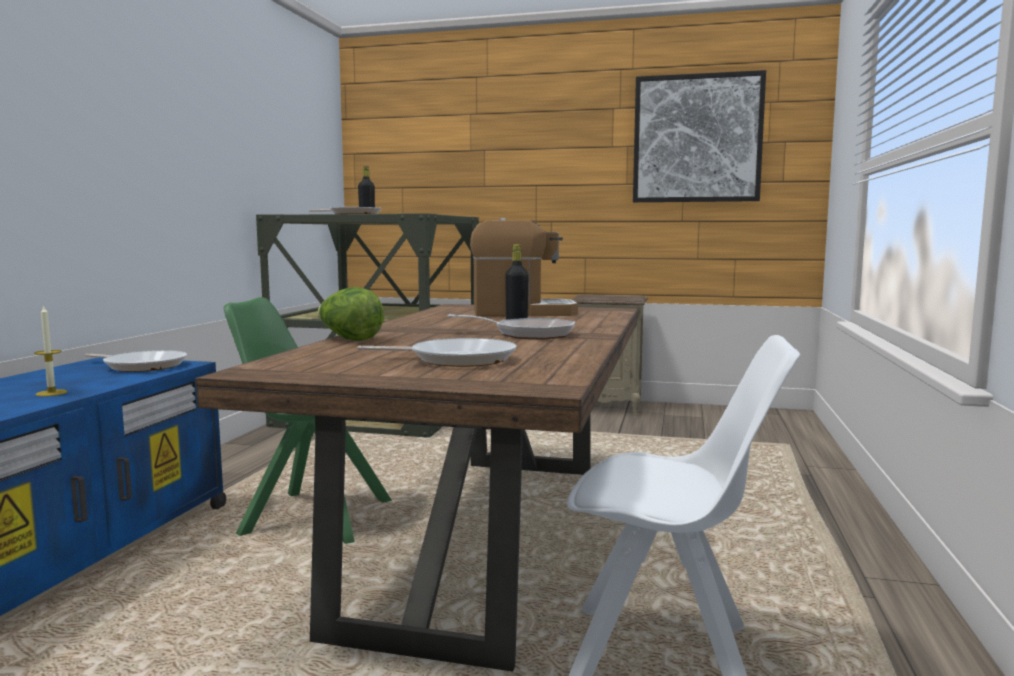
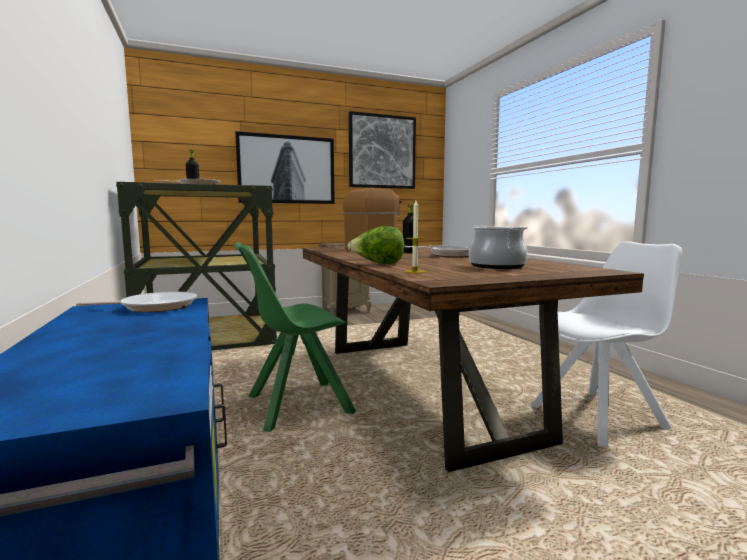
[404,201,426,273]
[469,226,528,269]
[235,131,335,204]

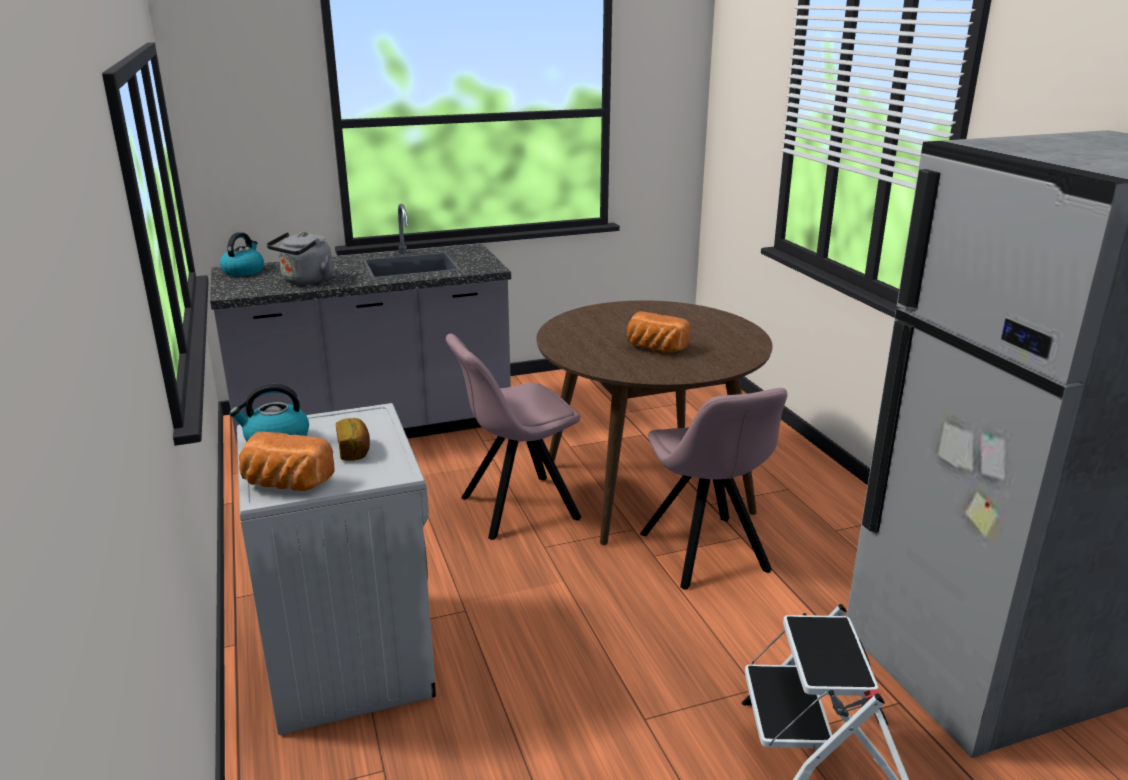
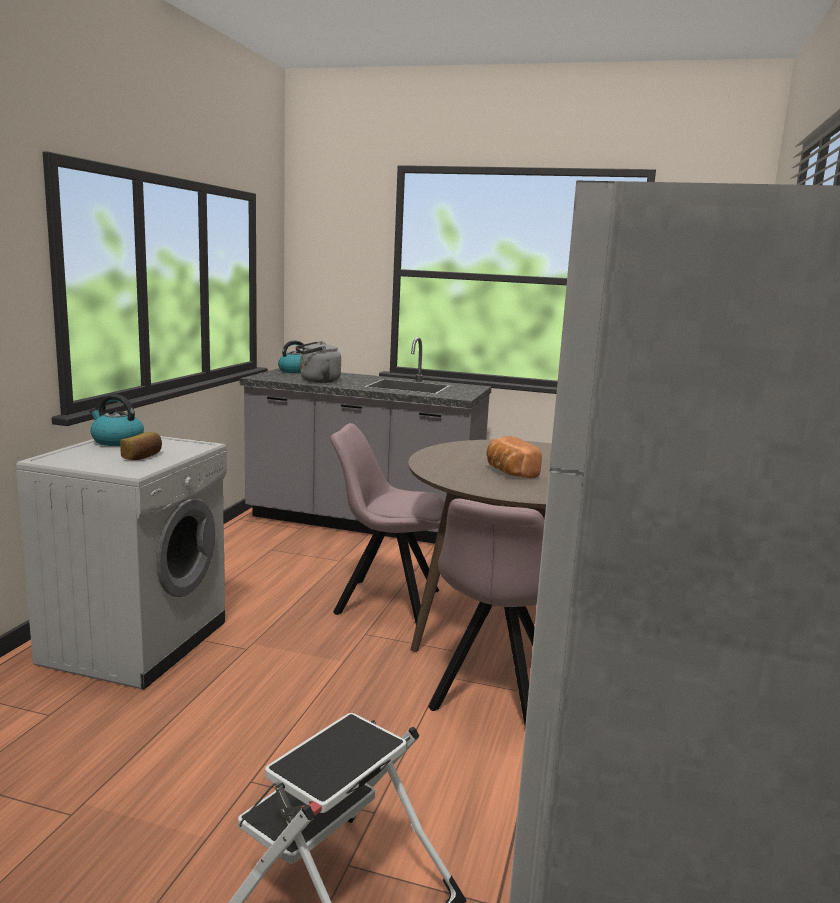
[239,432,334,491] (first image)

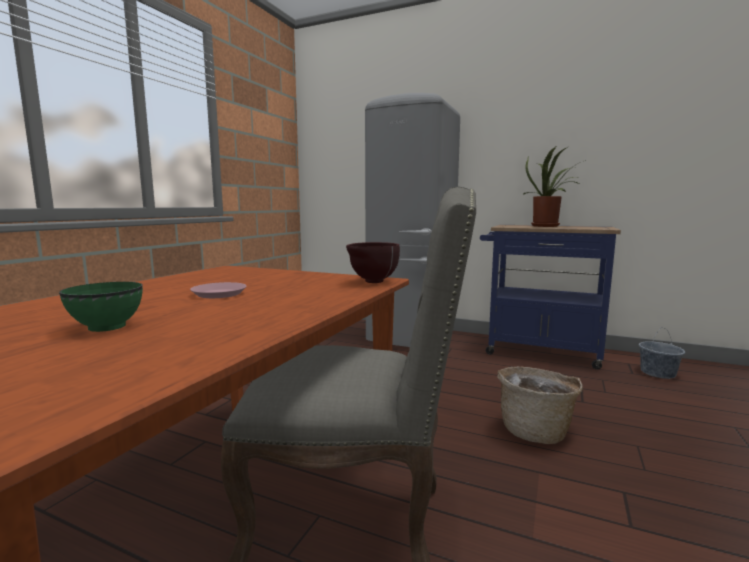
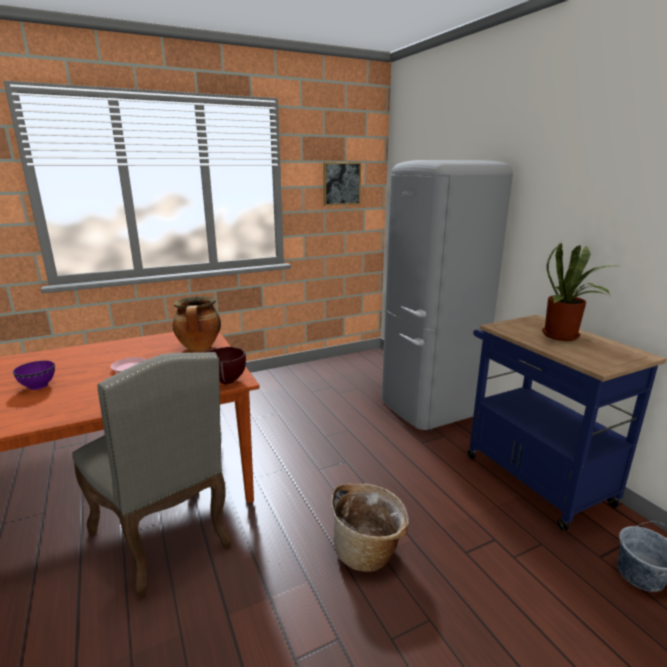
[13,361,55,390]
[323,162,361,206]
[172,296,221,351]

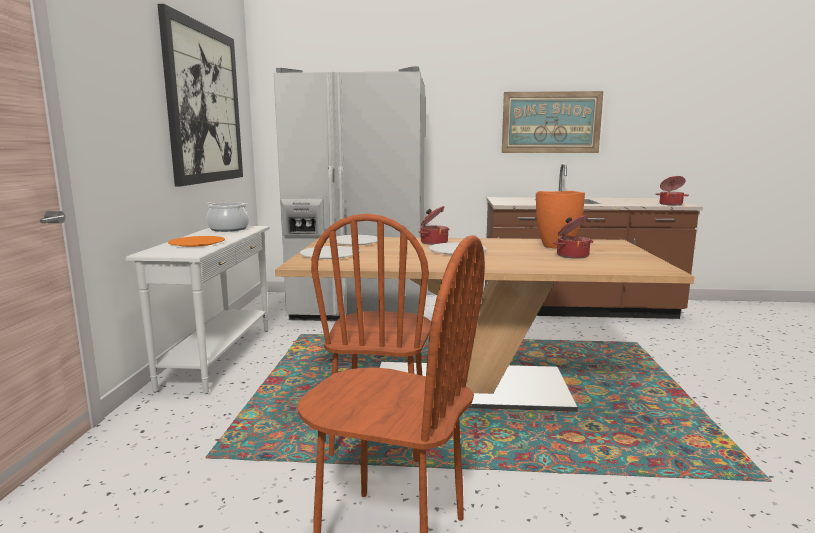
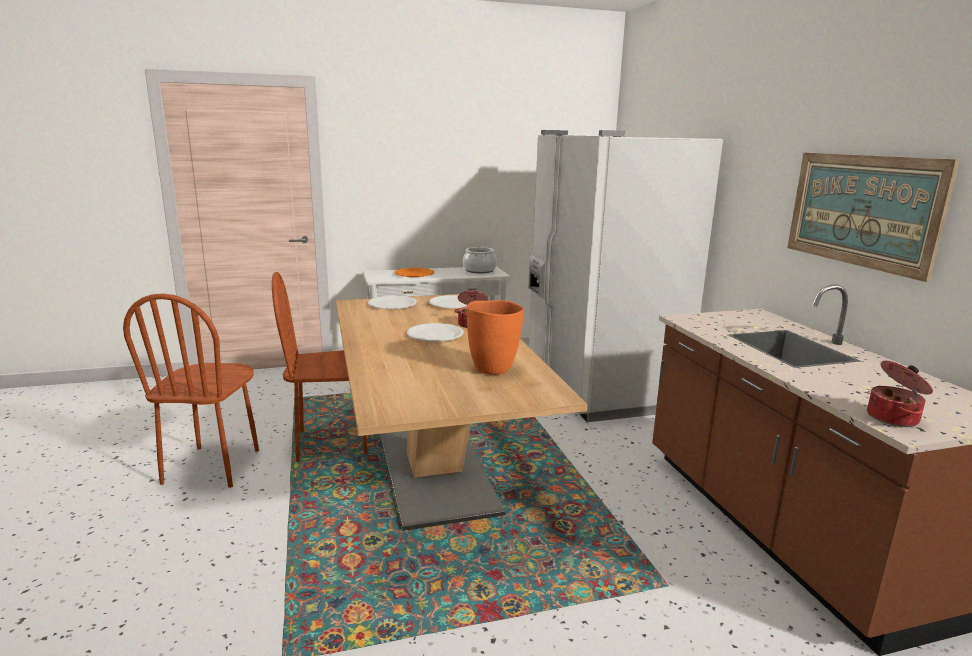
[158,4,243,186] (first image)
[553,215,594,259] (first image)

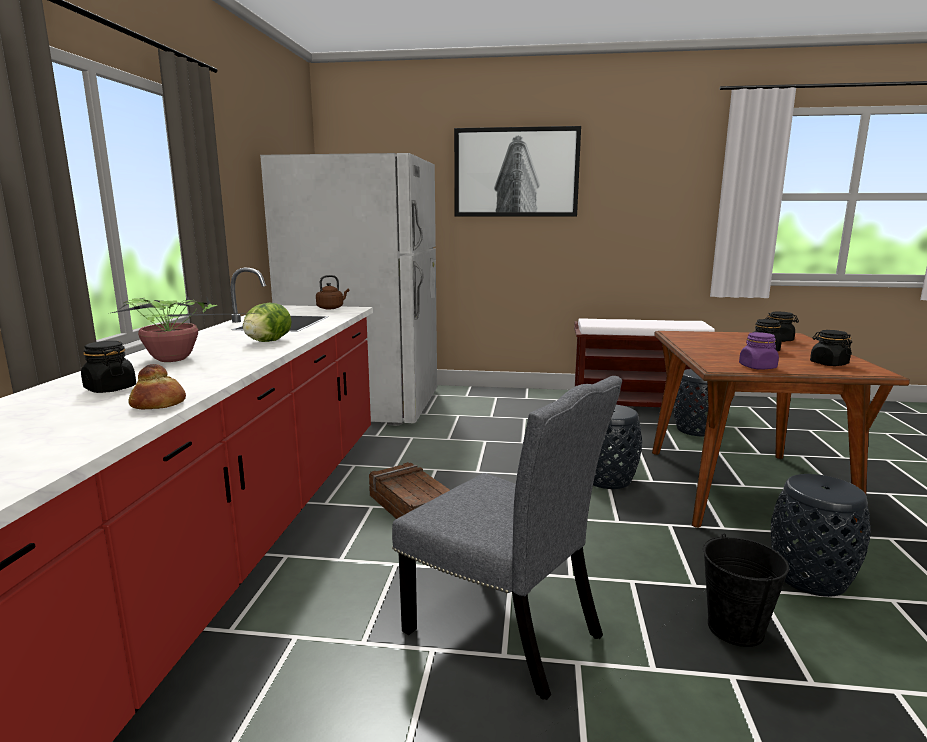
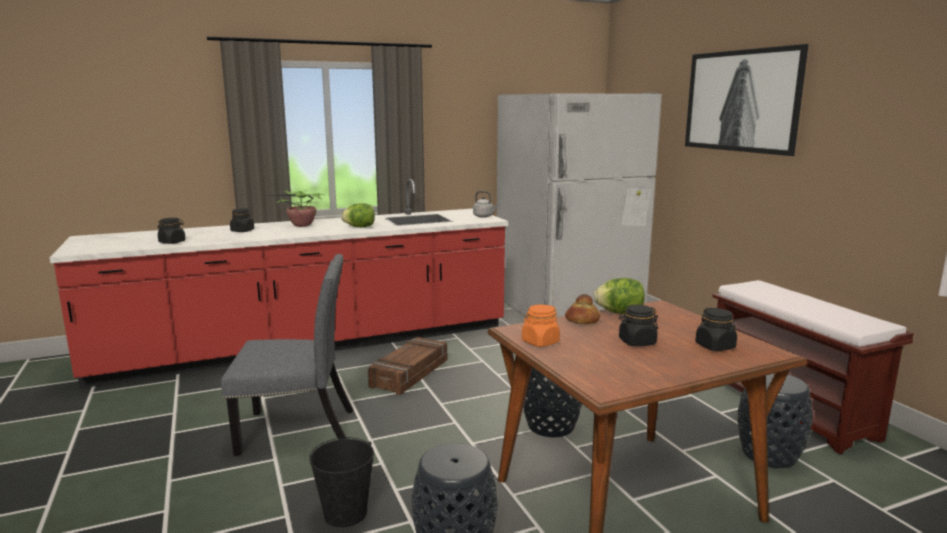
[473,191,499,218]
[157,218,186,244]
[522,305,560,347]
[565,294,600,324]
[221,254,353,456]
[594,278,645,314]

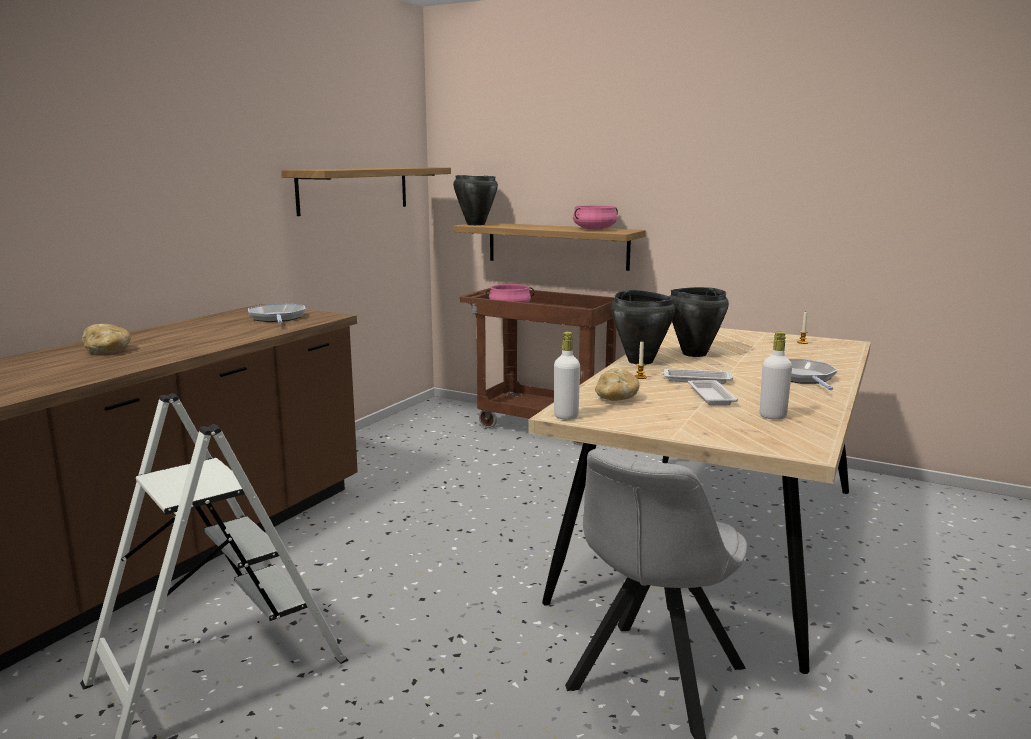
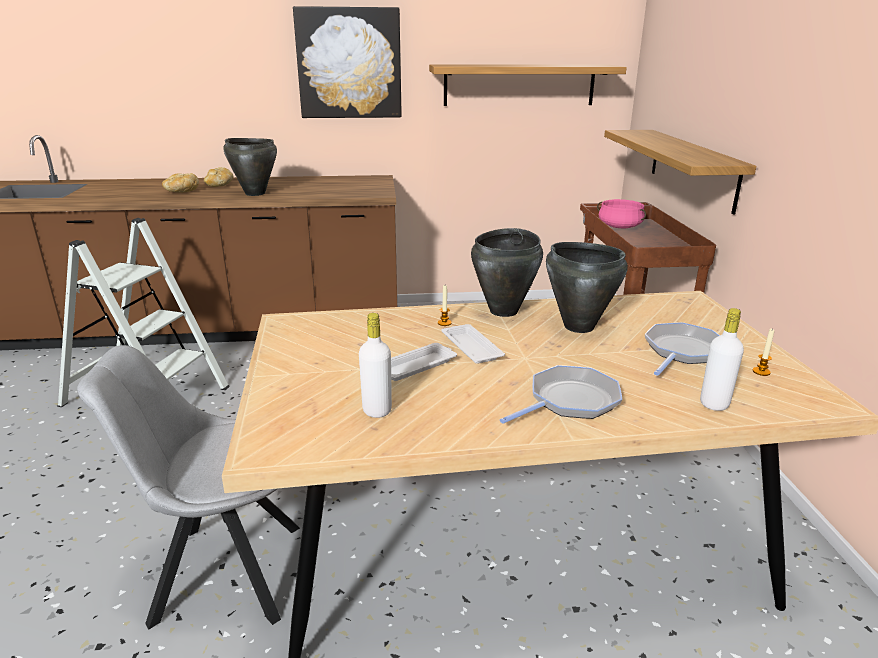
[223,138,277,196]
[573,205,618,230] (first image)
[645,322,720,376]
[700,308,744,411]
[162,173,199,193]
[293,6,402,118]

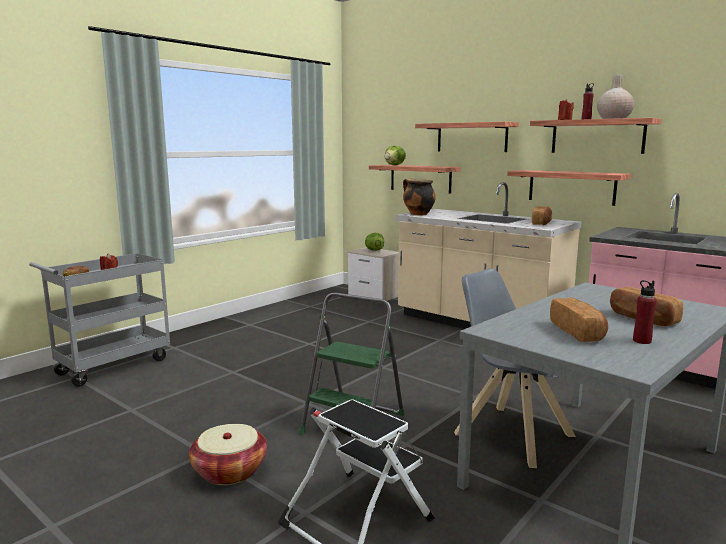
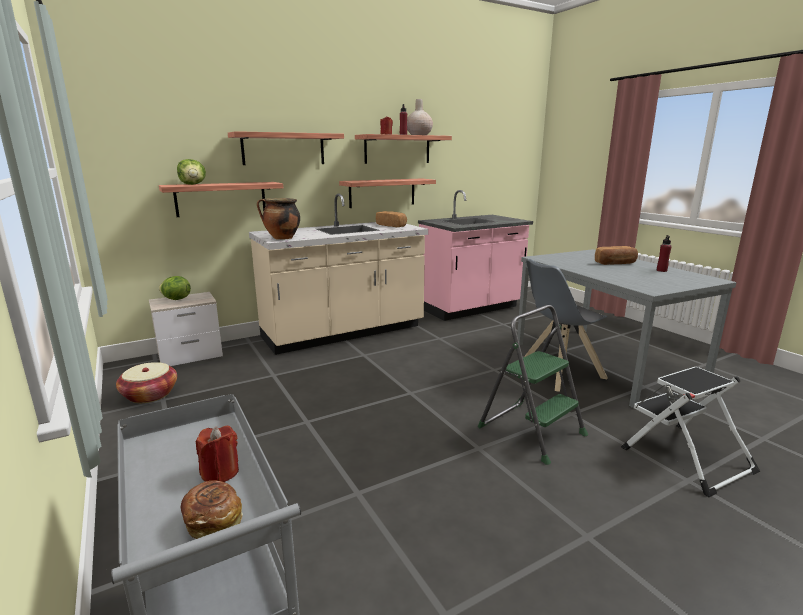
[550,297,608,342] (first image)
[116,362,177,403]

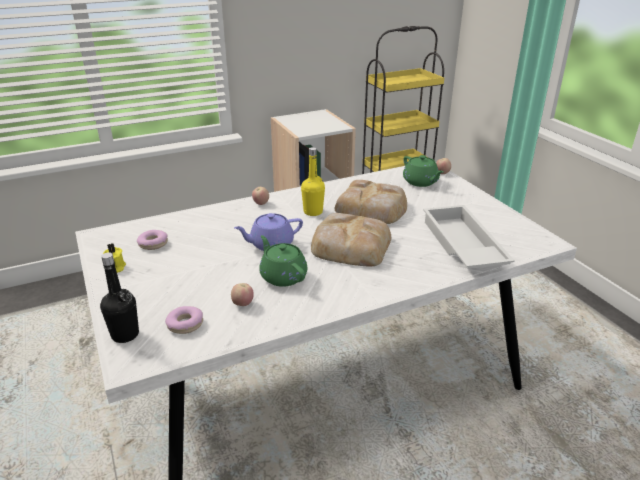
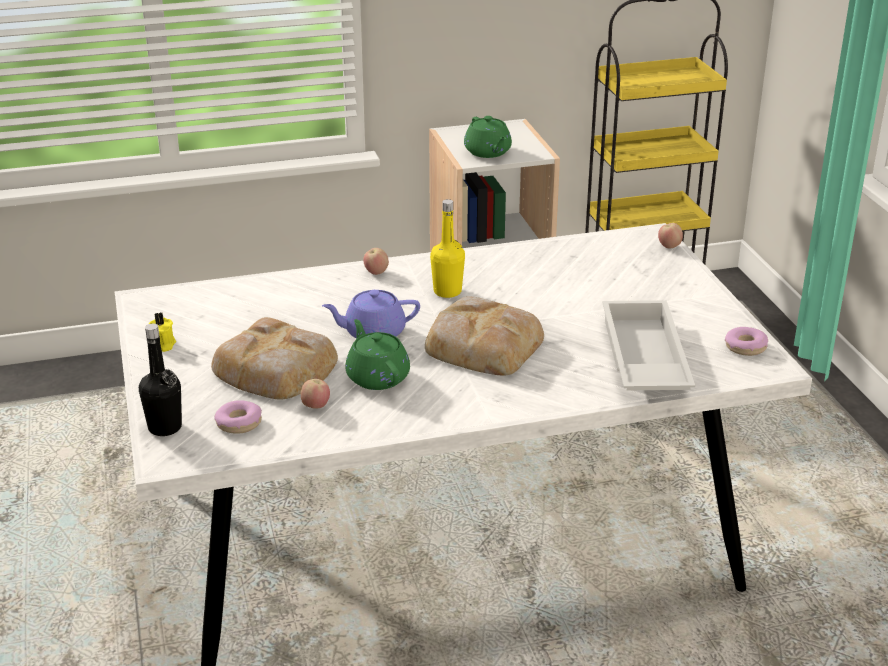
[464,116,512,158]
[211,317,338,400]
[725,327,768,356]

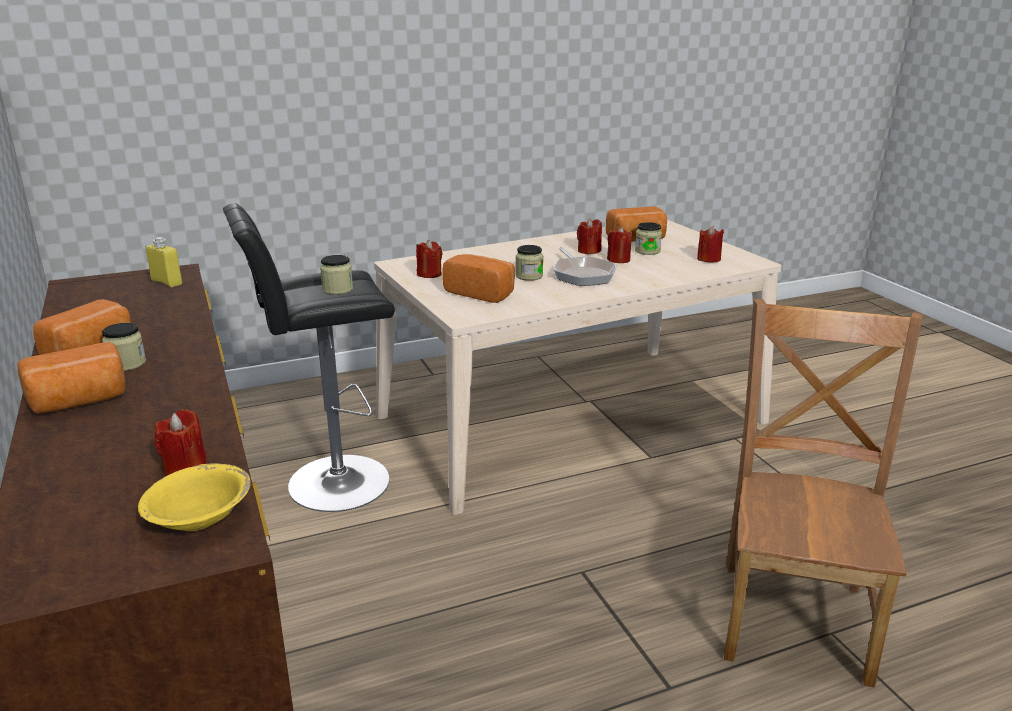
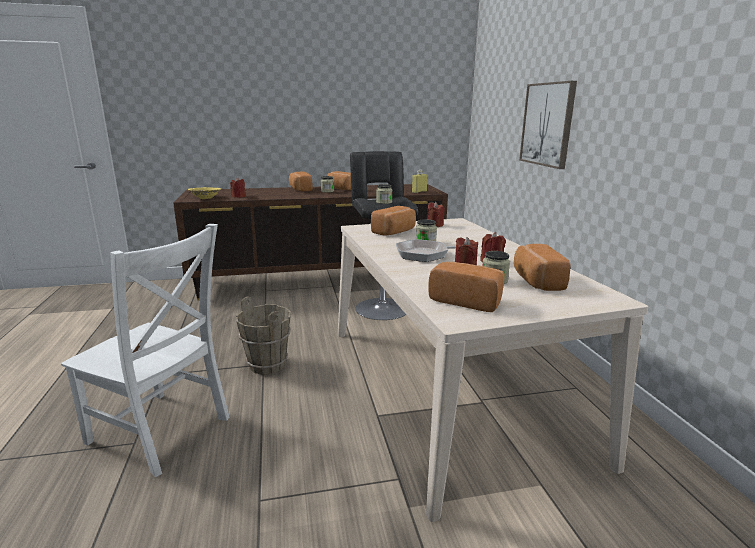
[428,262,505,312]
[61,224,229,477]
[519,81,577,169]
[236,296,291,375]

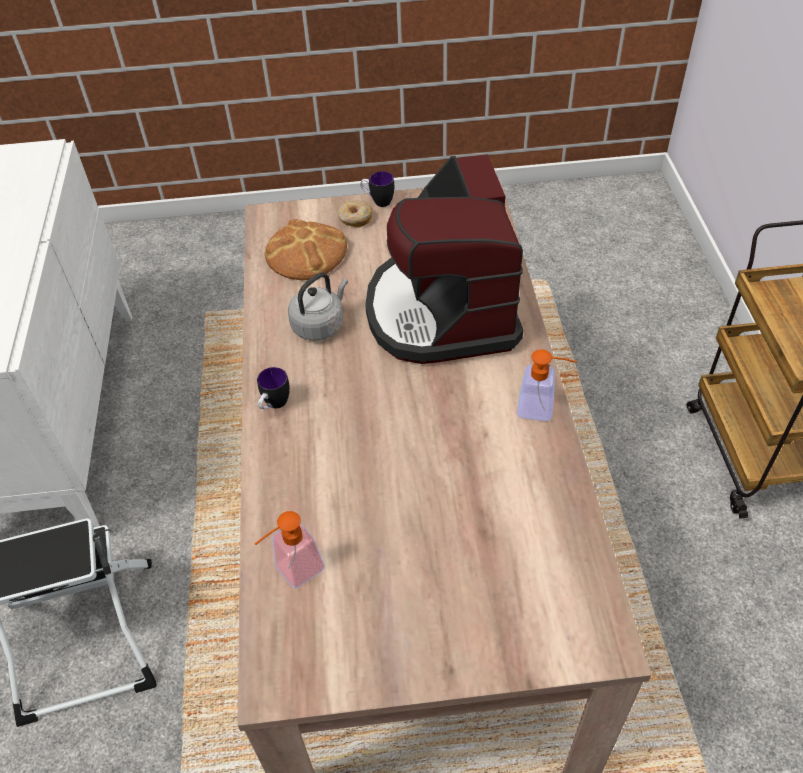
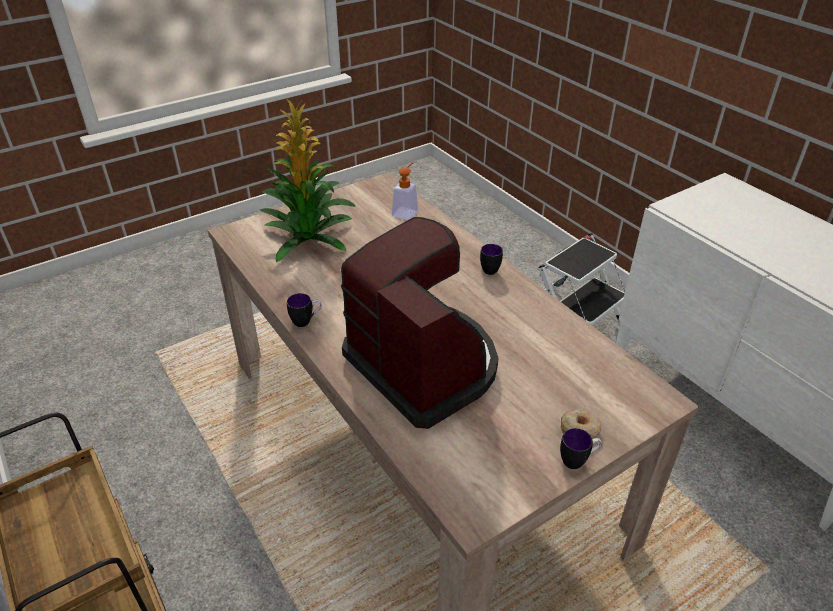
[265,219,347,280] (first image)
[288,273,348,340] (first image)
[287,293,322,327]
[260,99,356,262]

